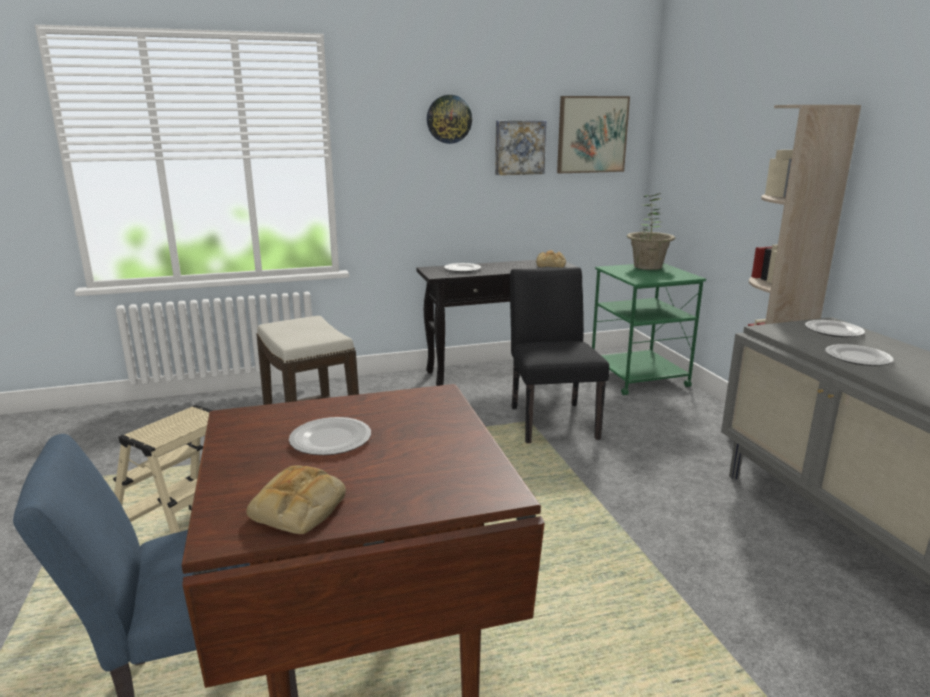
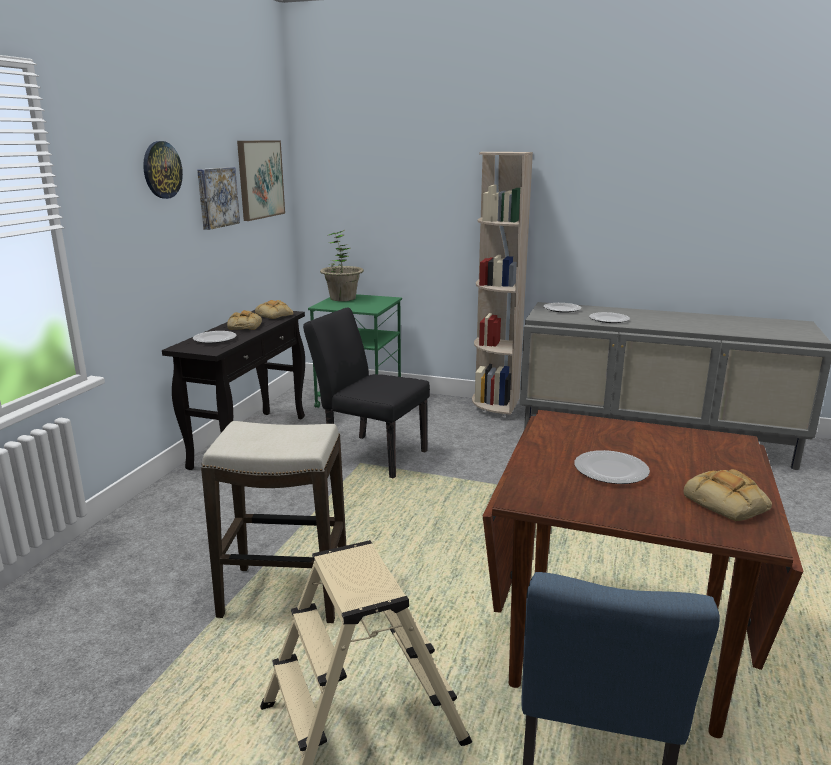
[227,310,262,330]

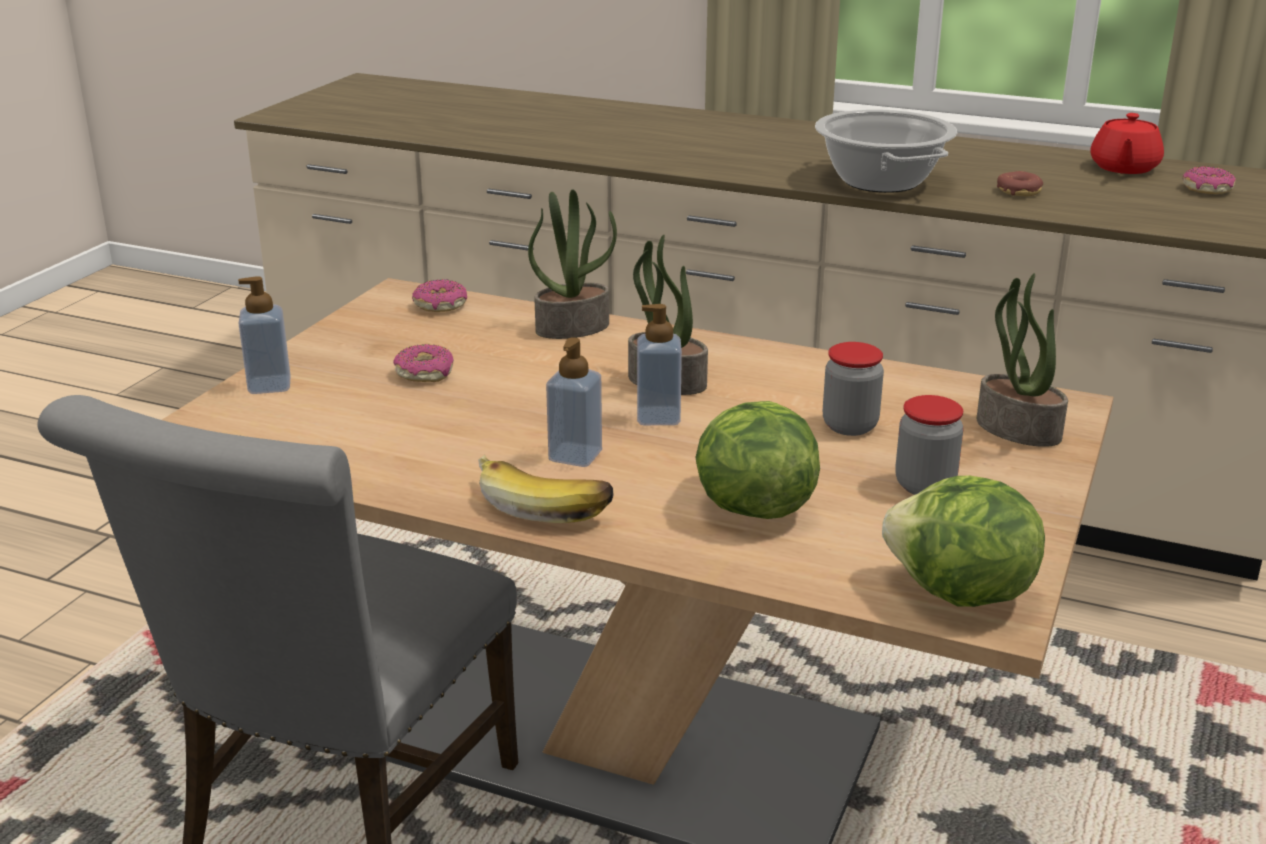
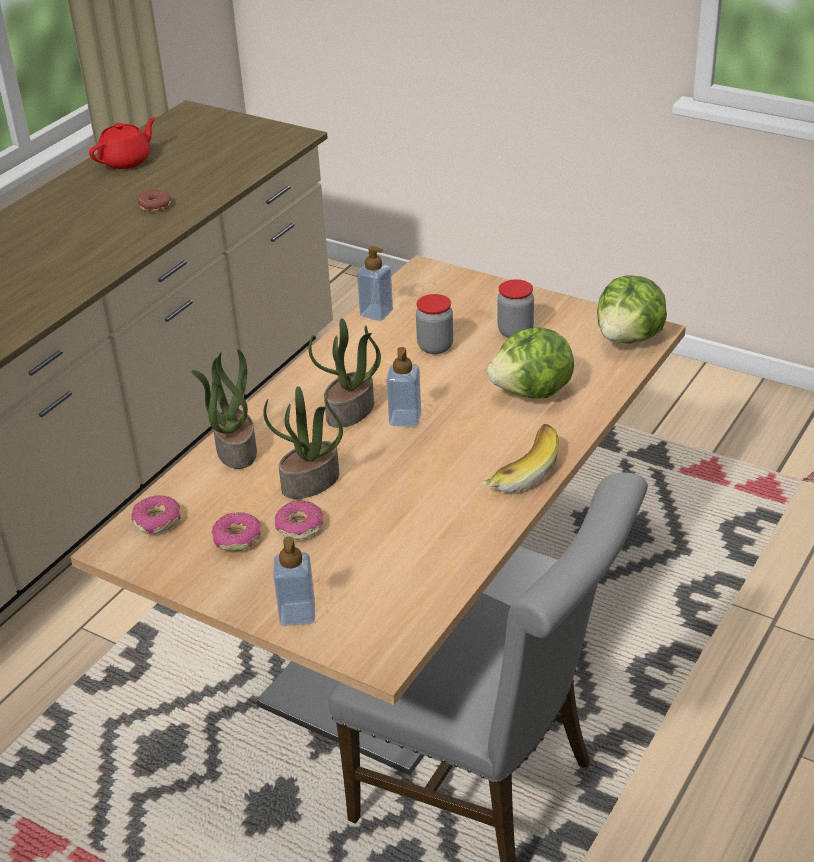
[815,109,957,193] (first image)
[89,117,156,169]
[211,512,261,551]
[263,386,343,499]
[357,246,393,321]

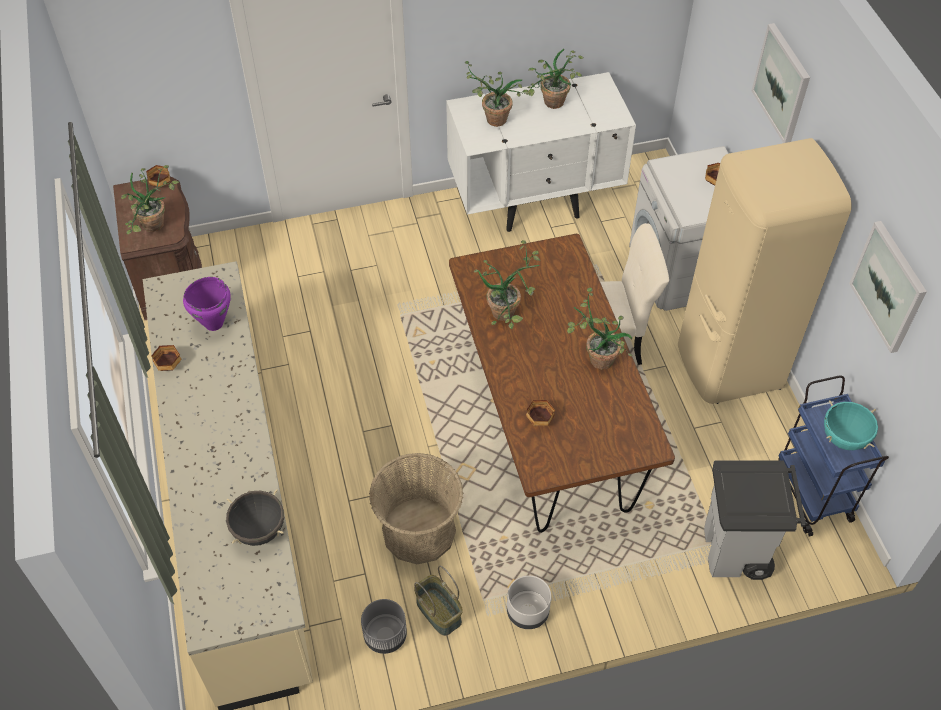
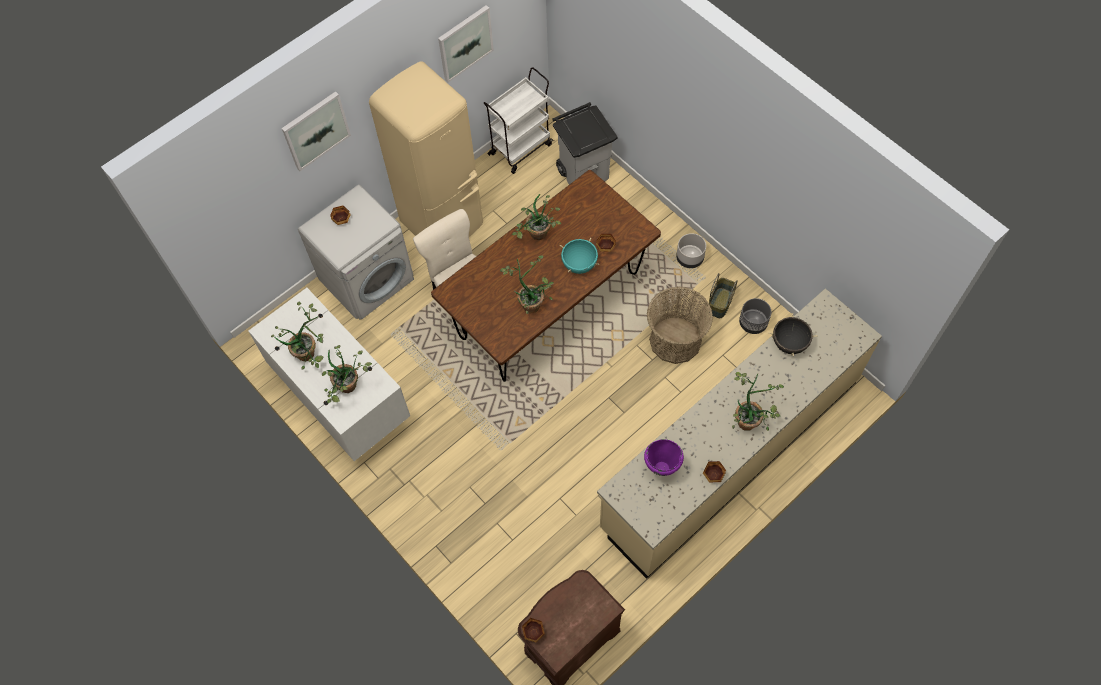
[732,372,784,431]
[484,67,554,174]
[560,238,600,274]

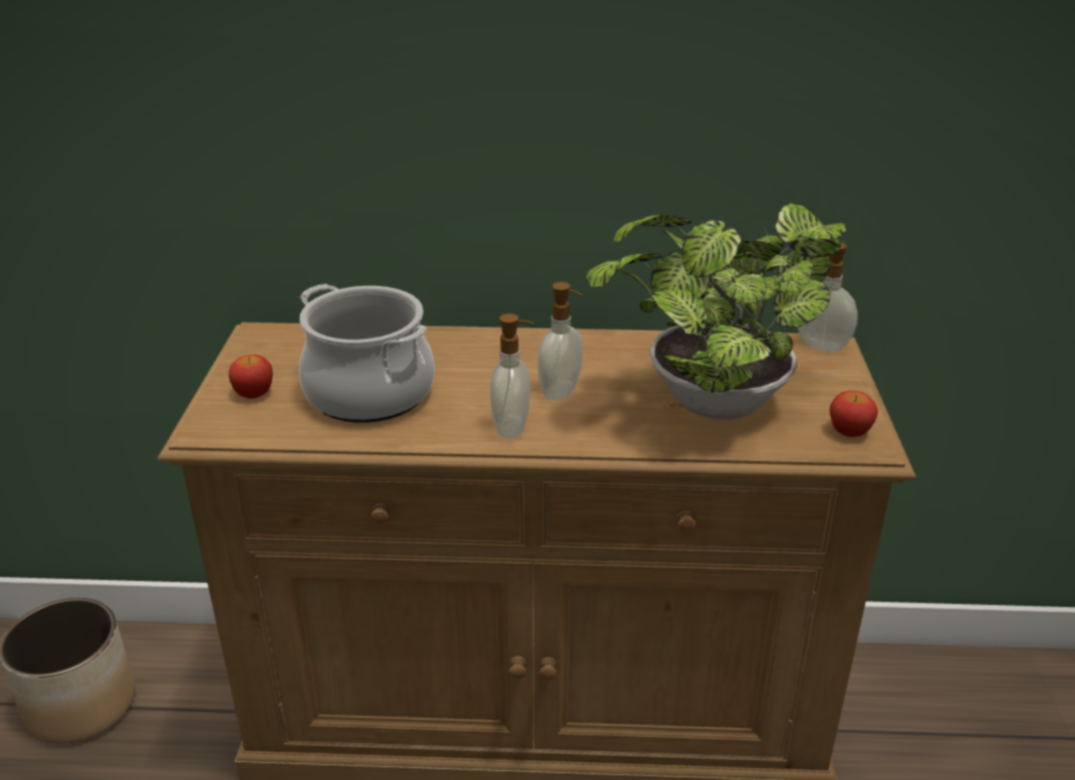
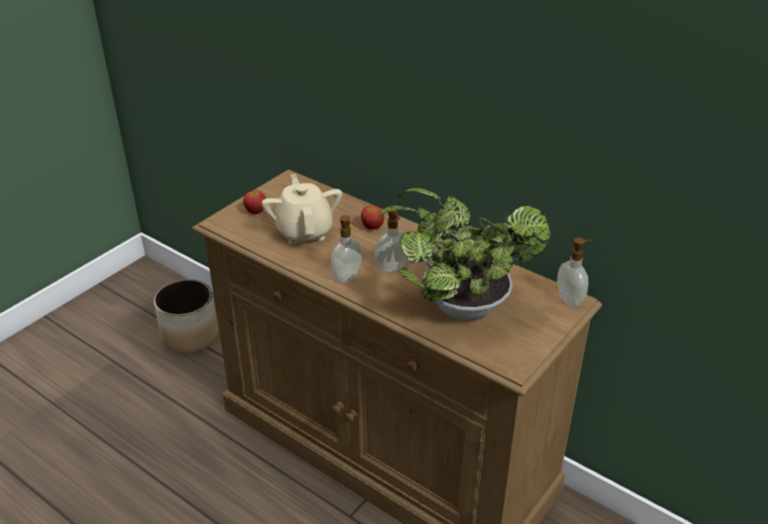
[262,174,342,245]
[361,205,384,230]

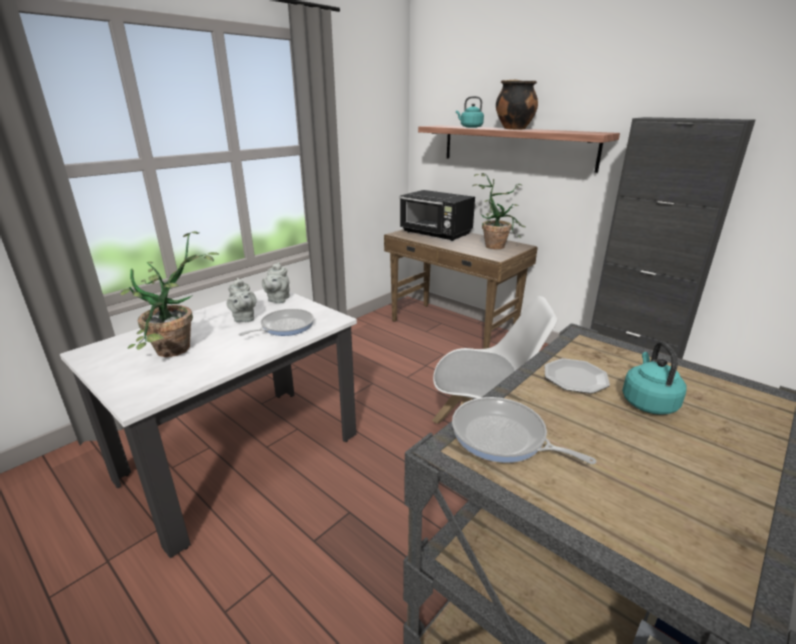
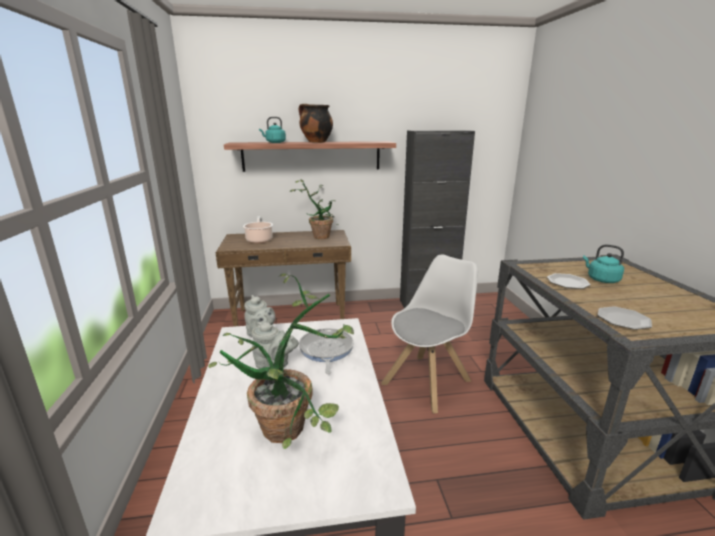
[243,216,273,243]
[598,306,652,330]

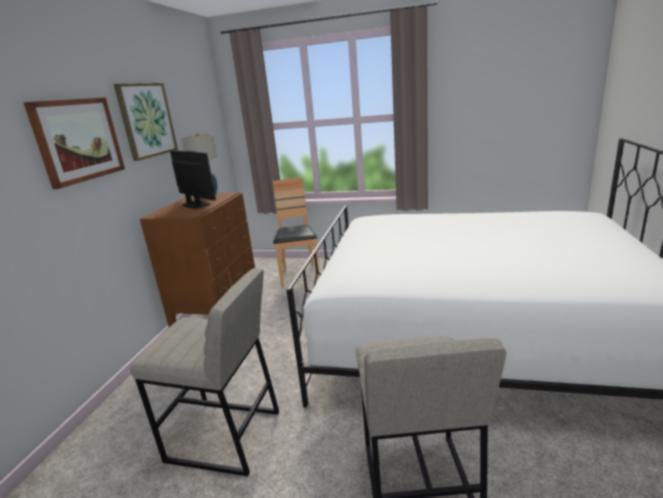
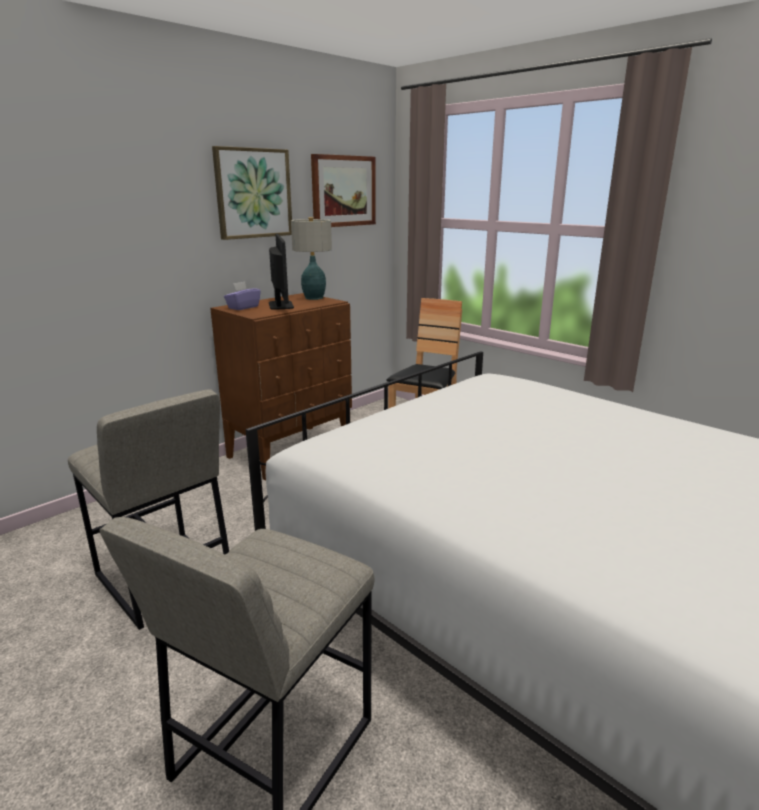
[311,154,376,227]
[224,281,261,310]

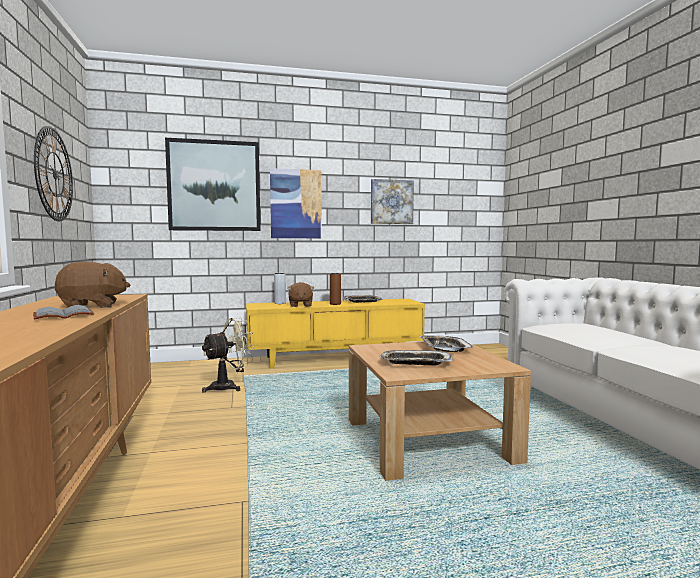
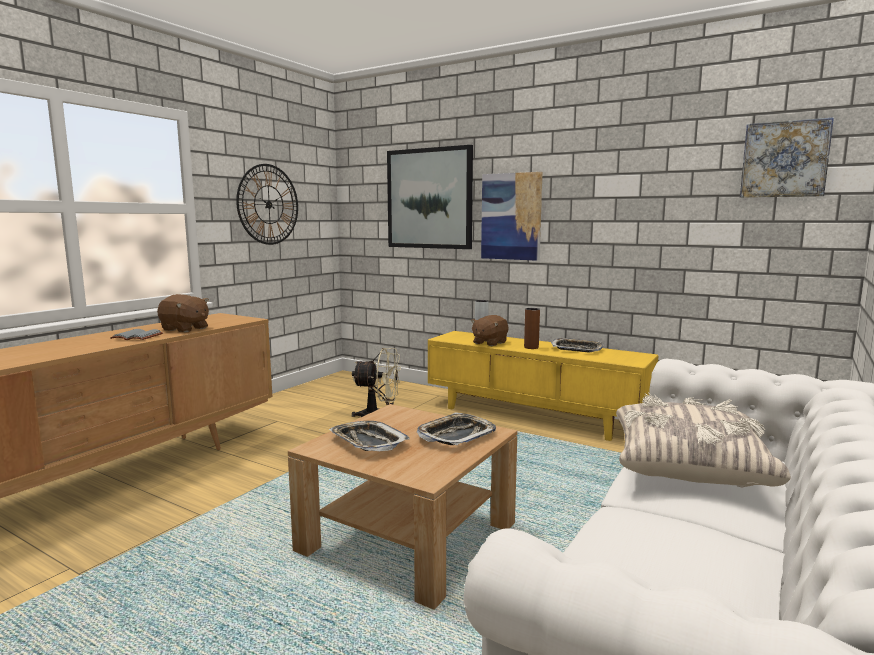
[740,117,834,198]
[616,393,791,487]

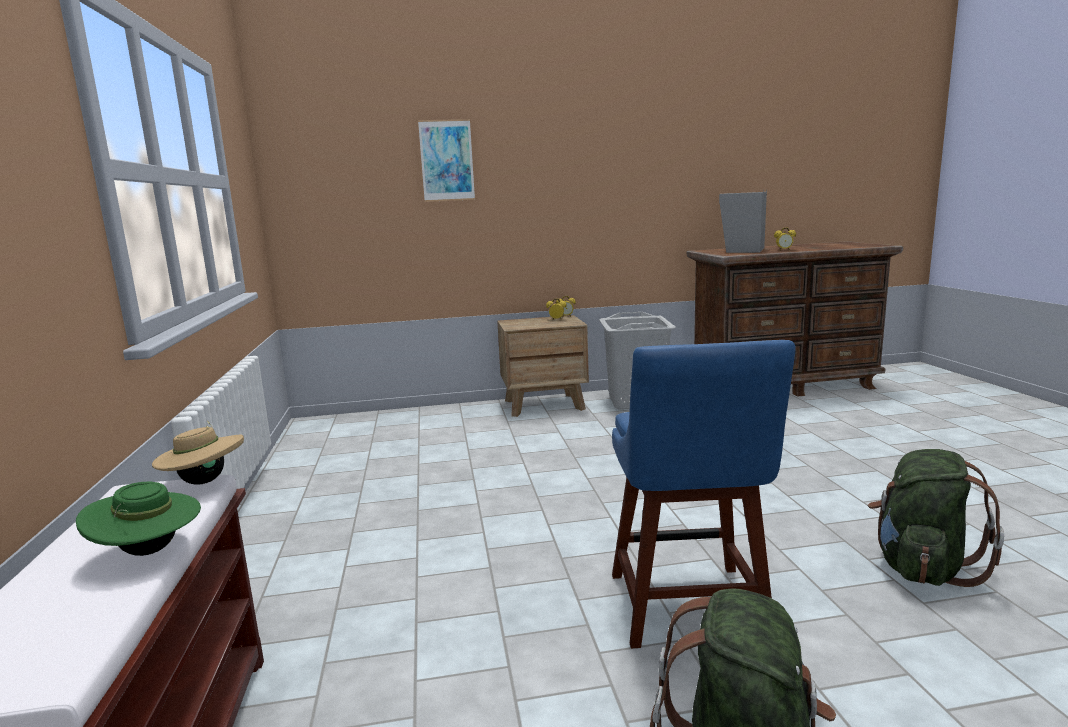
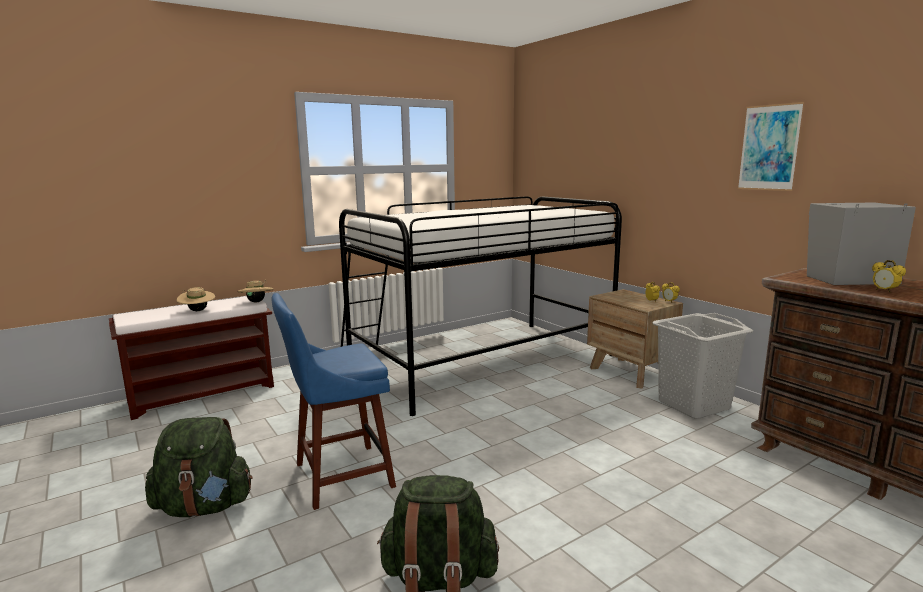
[738,102,804,191]
[176,287,215,311]
[339,196,622,416]

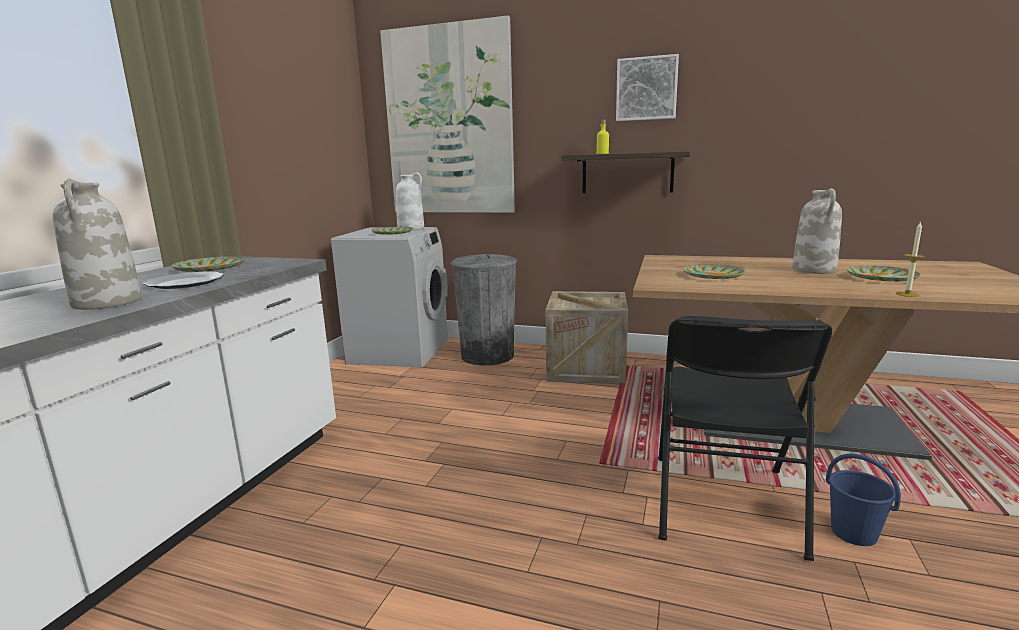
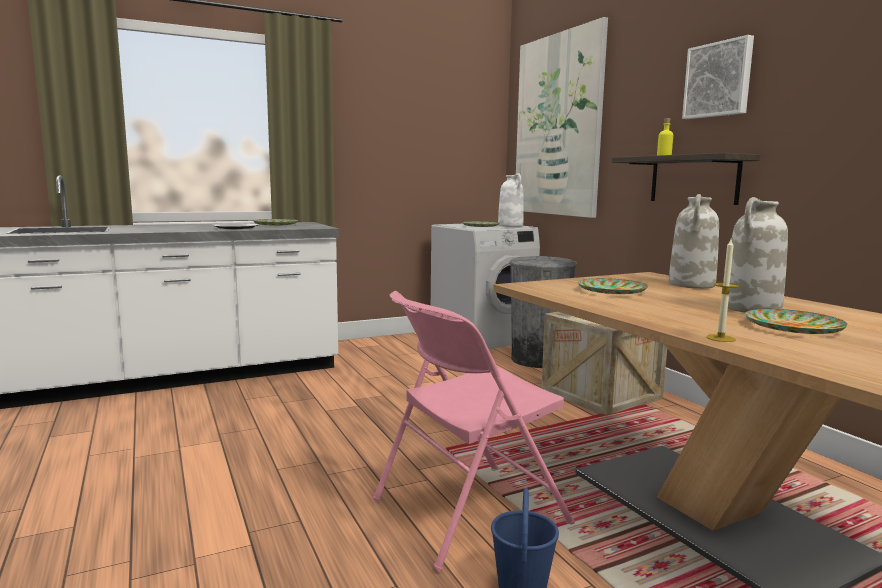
[669,194,719,289]
[373,291,575,573]

